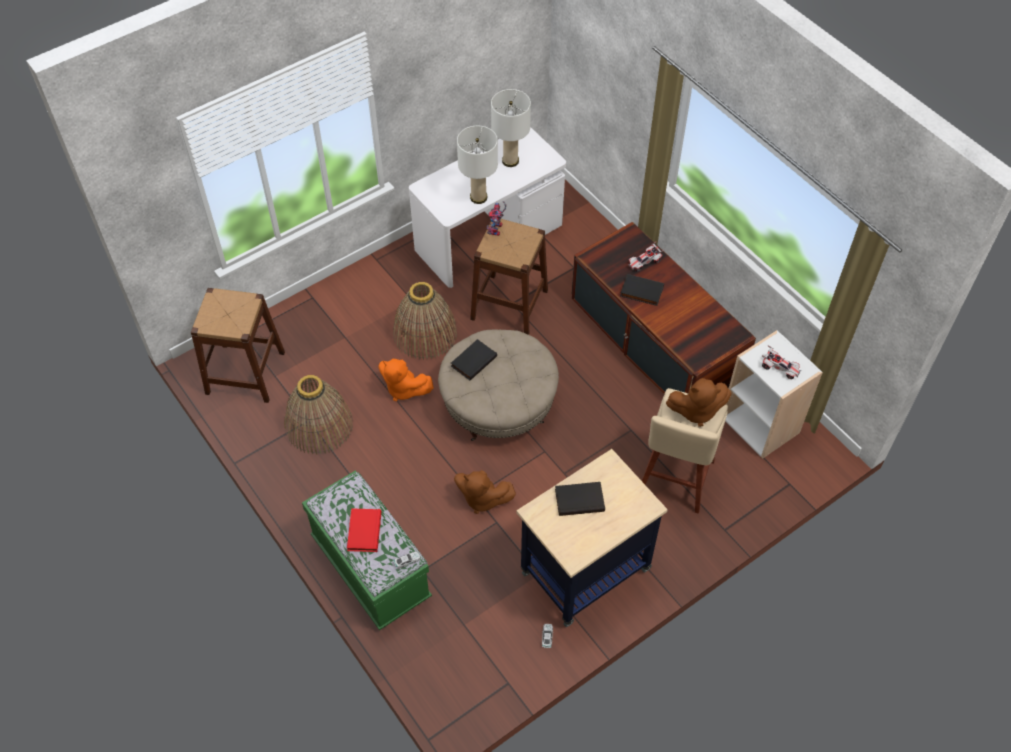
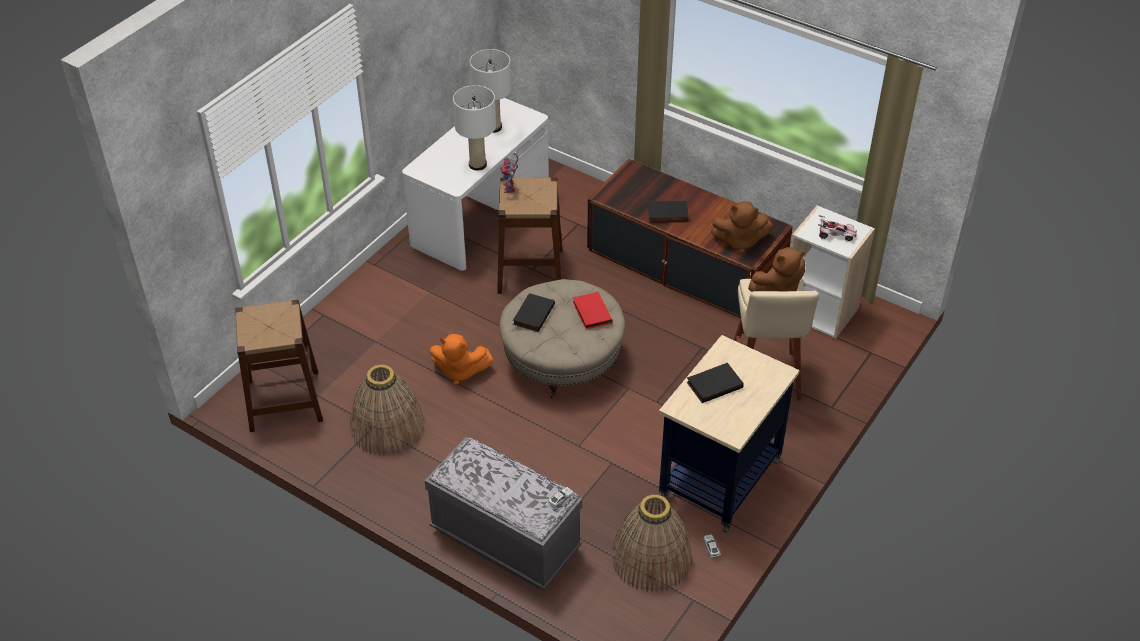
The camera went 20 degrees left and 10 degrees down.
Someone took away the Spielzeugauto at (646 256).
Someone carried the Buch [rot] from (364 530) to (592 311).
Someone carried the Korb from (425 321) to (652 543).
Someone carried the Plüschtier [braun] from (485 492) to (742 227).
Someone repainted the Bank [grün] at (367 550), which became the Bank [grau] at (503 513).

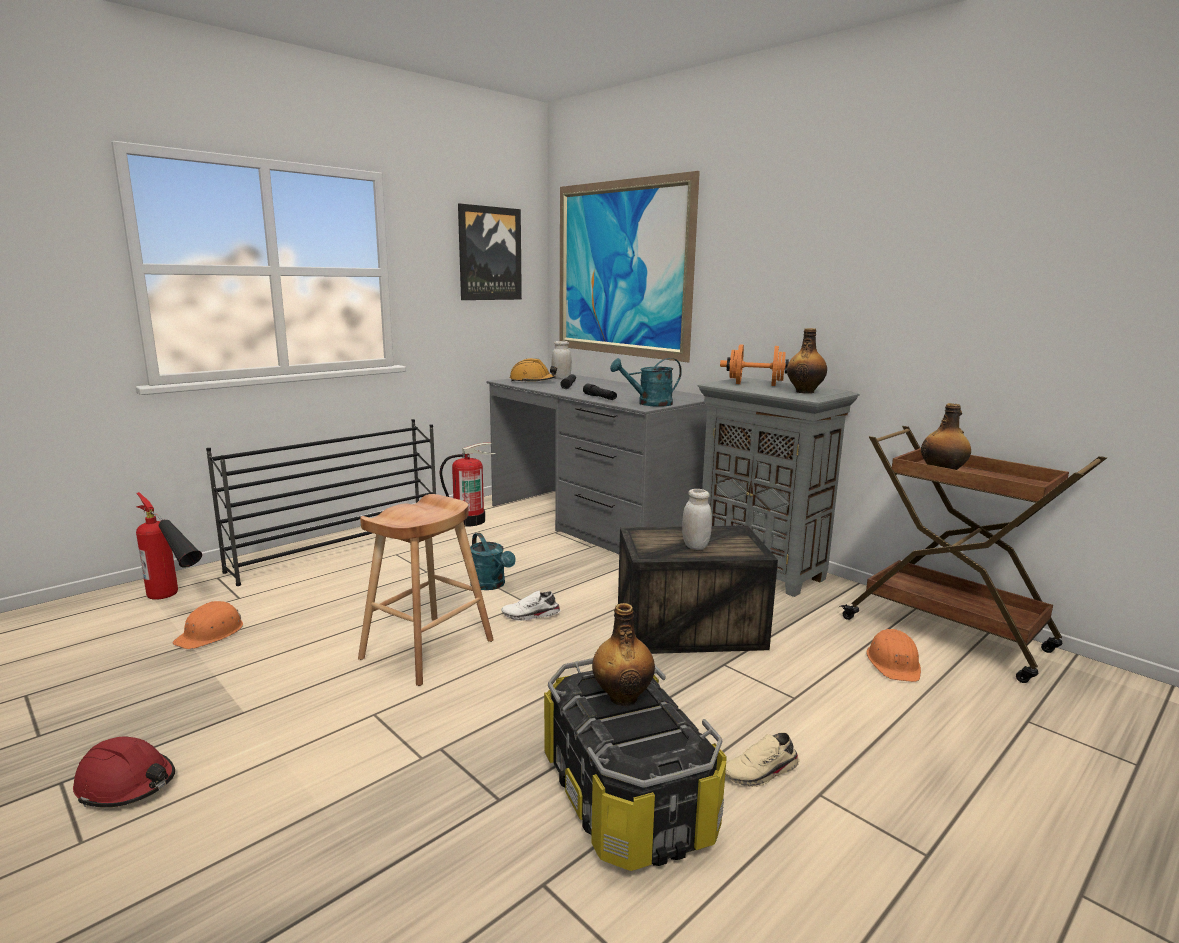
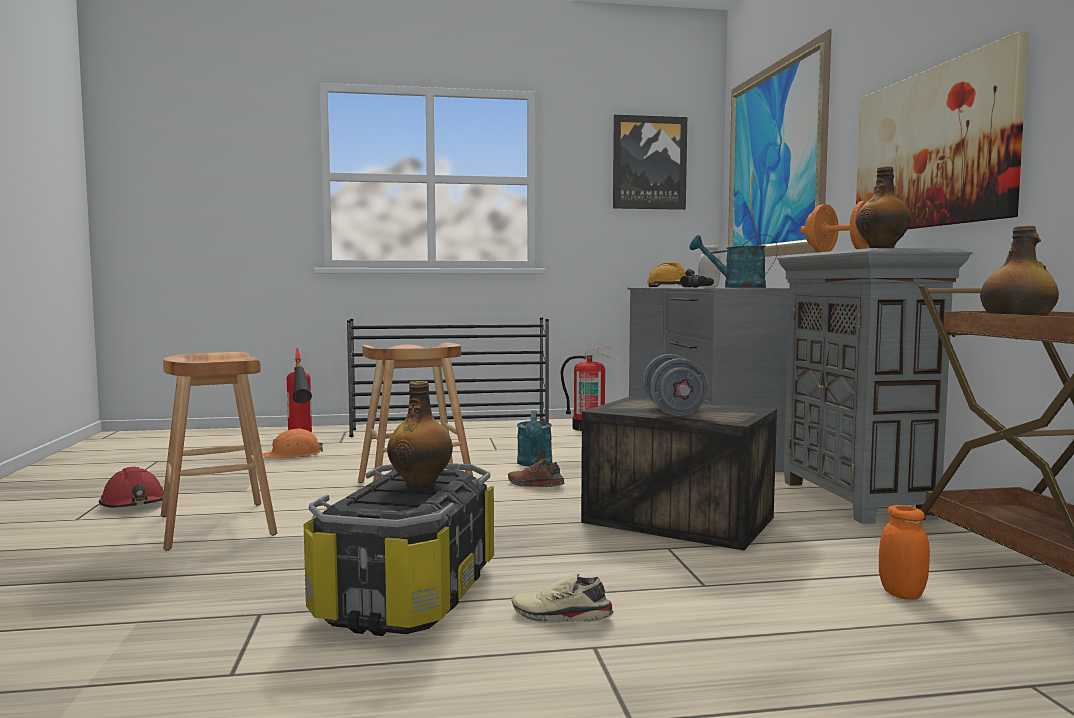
The camera went 35 degrees right and 10 degrees down.
Someone put down the Hocker [braun] at (219 451).
Someone put up the Bild at (942 130).
Someone swapped the Vorratsglas [weiß] at (697 519) for the Hantel [grau] at (675 385).
Someone swapped the Schutzhelm [orange] at (893 655) for the Vorratsglas [orange] at (904 552).
Someone repainted the Schuh [weiß] at (531 606), which became the Schuh [braun] at (536 473).

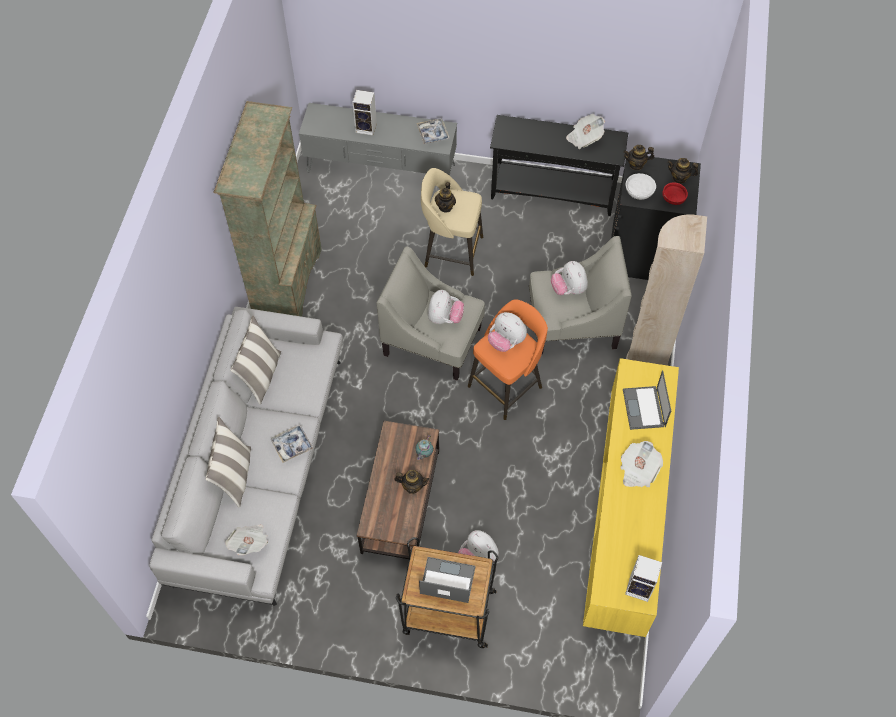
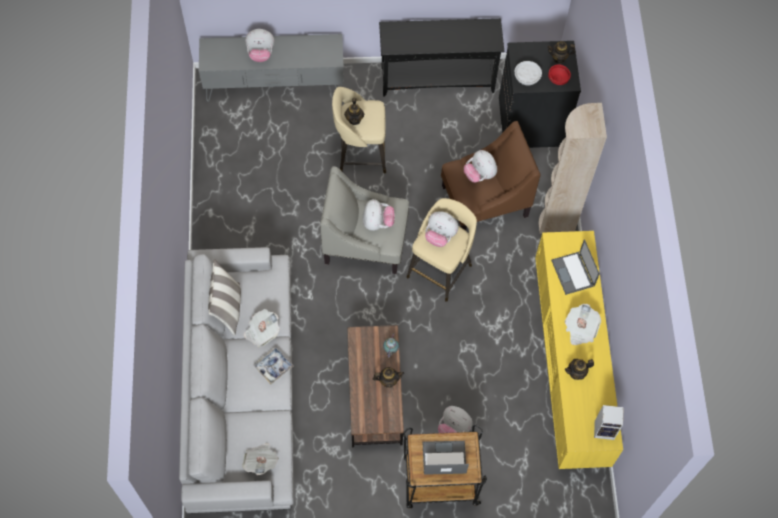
The camera went 15 degrees left and 5 degrees up.
Someone took away the Kissen at (228 462).
Someone took away the Bücherregal [grün] at (267 209).
Someone took away the Tablett at (433 131).
Someone carried the Zeitung from (585 131) to (261 328).
Someone carried the Teekanne from (638 158) to (579 369).
Someone swapped the Lautsprecher at (364 113) for the Plüschtier at (259 45).
Someone repainted the Hocker [orange] at (508 359), which became the Hocker [beige] at (442 250).
Someone repainted the Sessel [grau] at (580 295), which became the Sessel [braun] at (491 175).

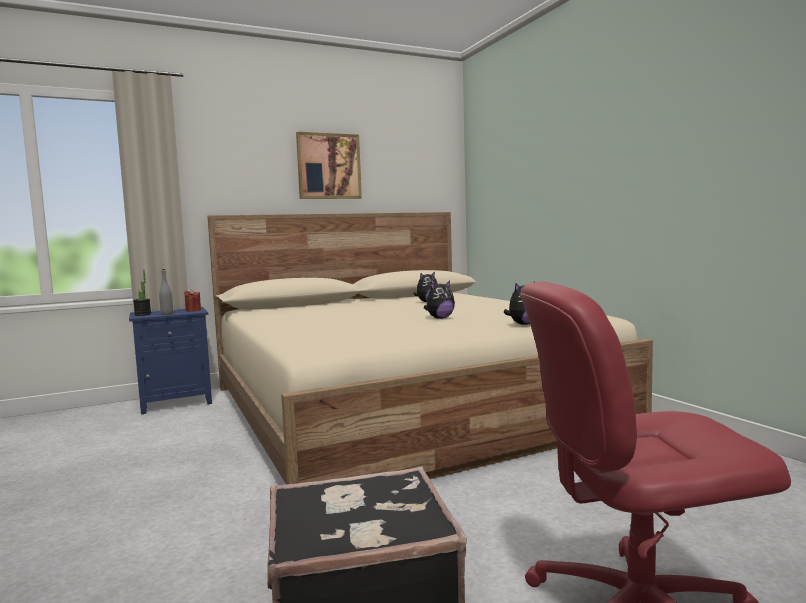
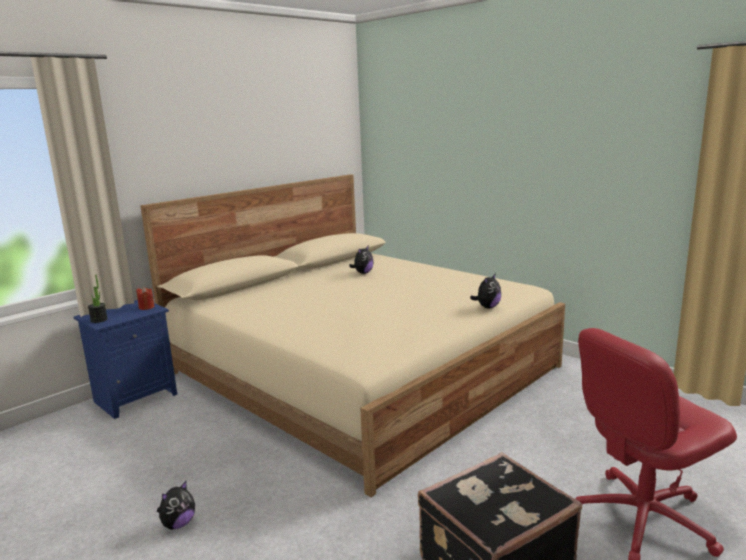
The camera went 20 degrees left and 10 degrees up.
Someone took away the Flasche [grau] at (166 292).
Someone took away the Bild at (329 165).
Someone carried the Plüschtier from (439 299) to (176 505).

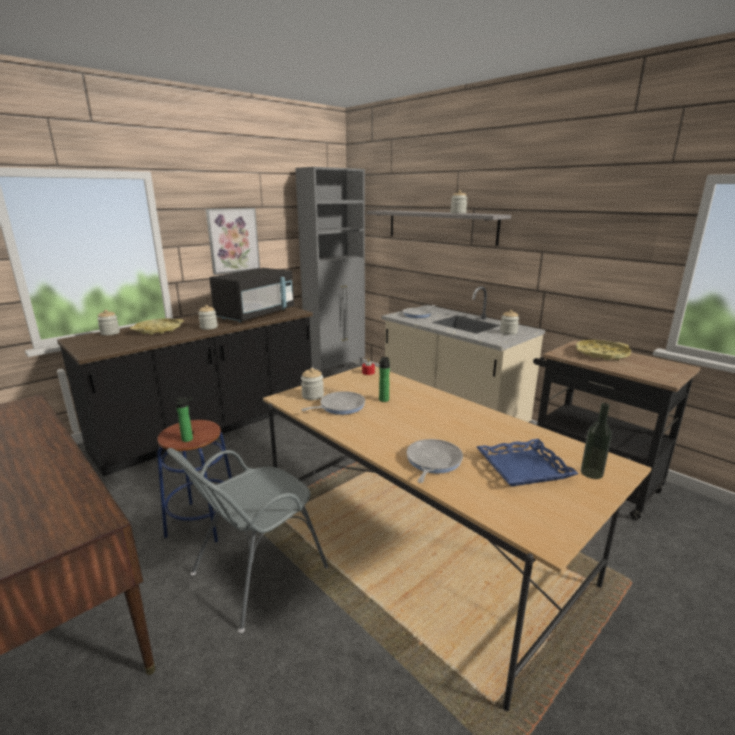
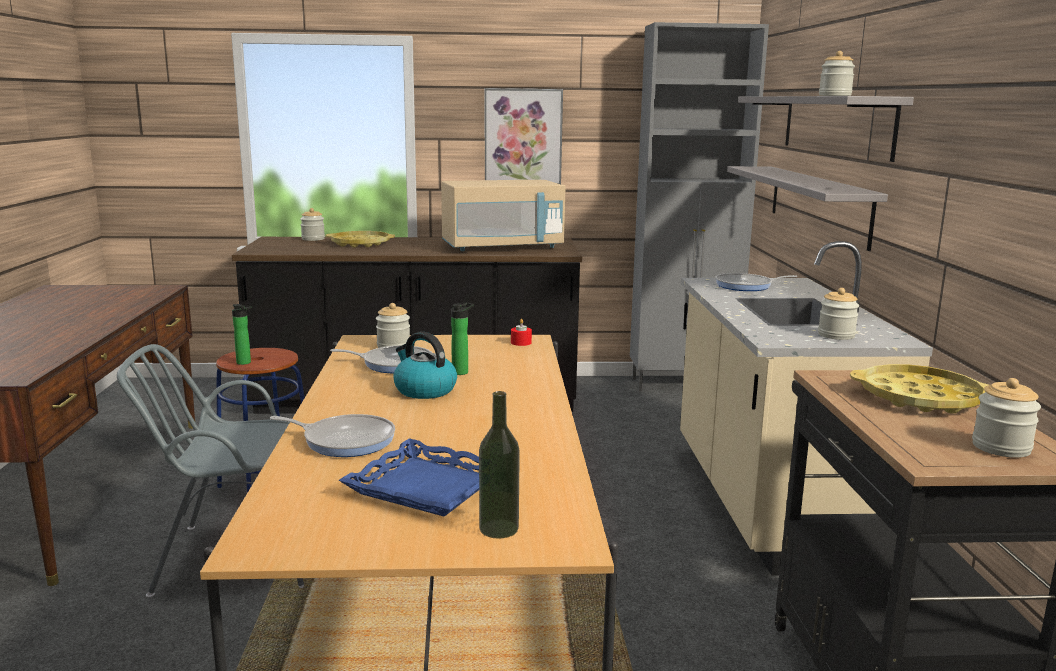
The camera went 40 degrees right and 5 degrees down.
Someone put down the Wasserkessel at (425 365).
Someone put up the Wandregal [grau] at (807 208).
Someone carried the Vorratsglas from (208 317) to (1006 418).
Someone repainted the Mikrowelle [schwarz] at (251 295), which became the Mikrowelle [beige] at (503 215).
Someone rotated the Pfanne at (434 461) by 45 degrees clockwise.

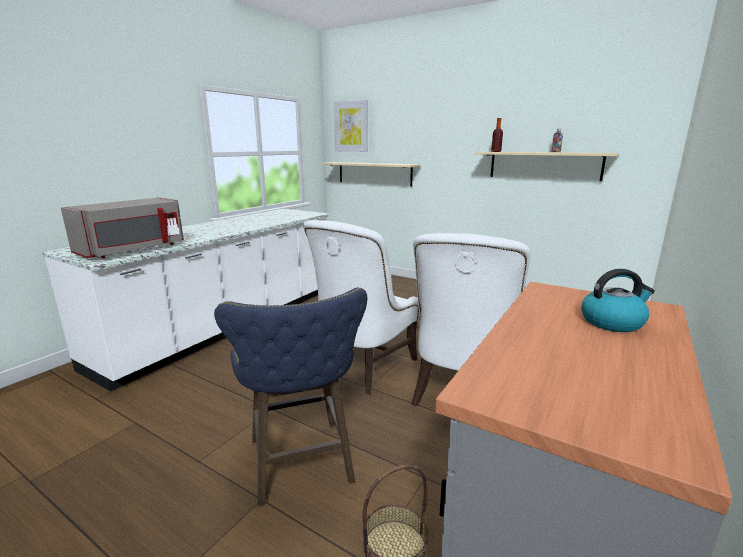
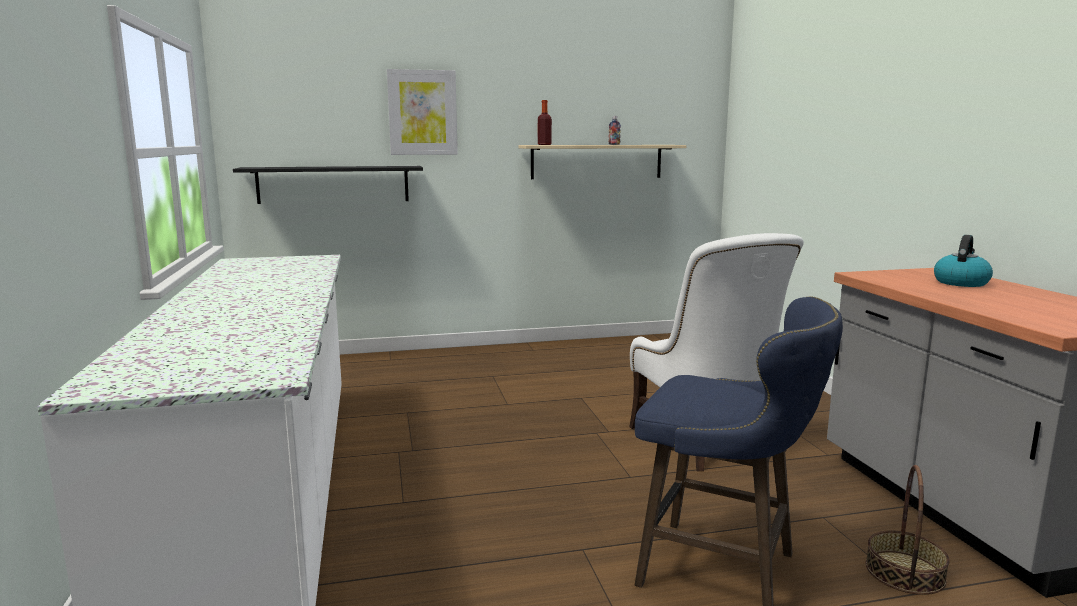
The camera went 45 degrees left and 5 degrees down.
Someone took away the Mikrowelle [grau] at (122 227).
Someone took away the Stuhl [weiß] at (361 307).
Someone carried the Bild from (351 126) to (422 112).
Someone repainted the Wandregal [beige] at (371 174), which became the Wandregal [schwarz] at (328 185).

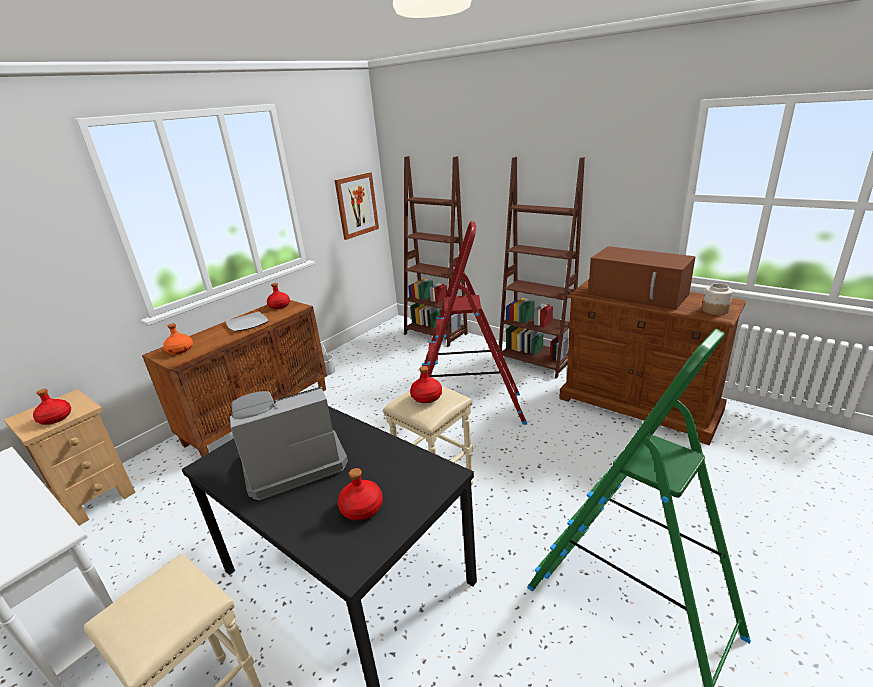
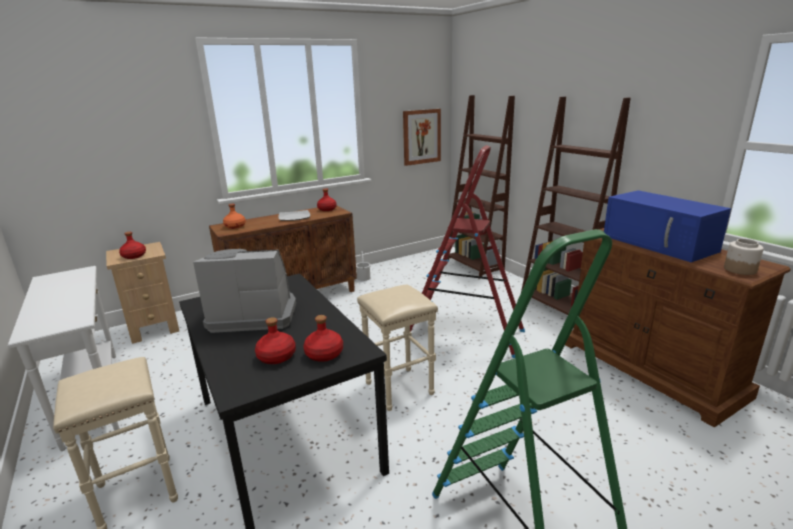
The camera went 20 degrees right and 5 degrees down.
Someone carried the Flasche [rot] from (426 384) to (323 338).
Someone repainted the Mikrowelle [braun] at (641 278), which became the Mikrowelle [blau] at (667 226).

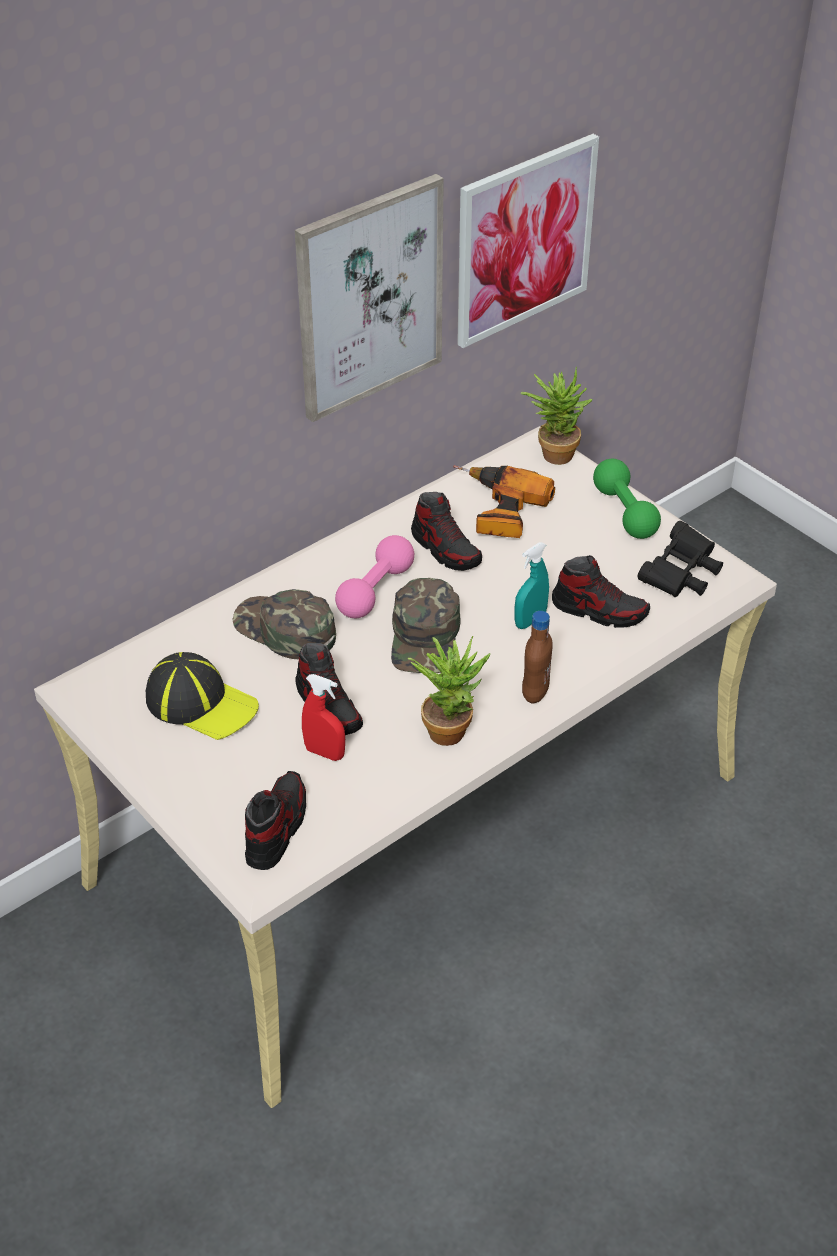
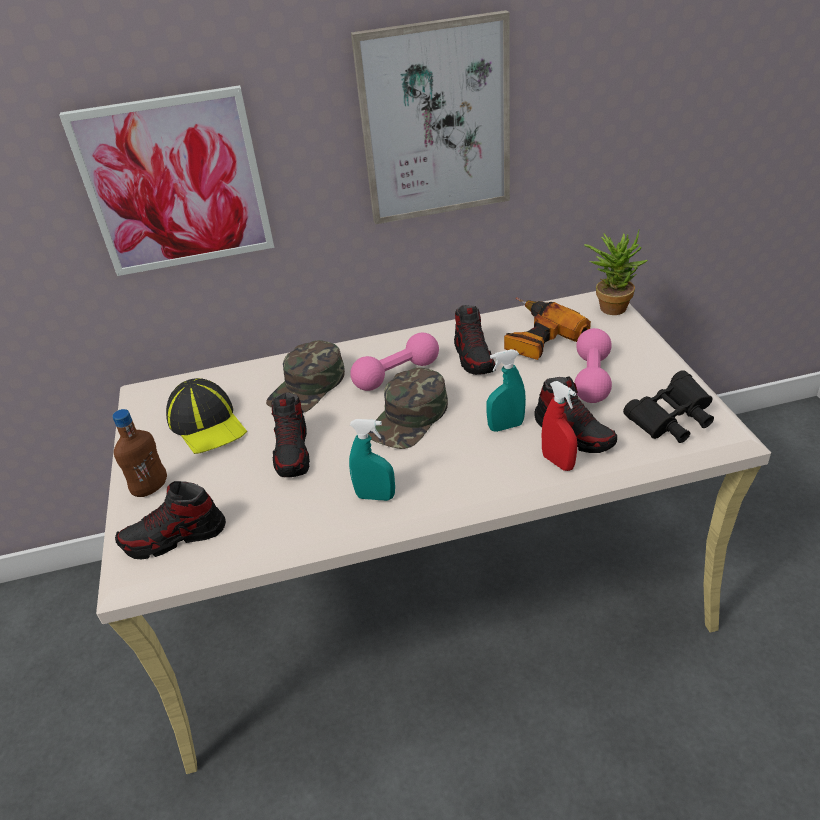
The camera went 30 degrees right and 5 degrees down.
Someone took away the Hantel [grün] at (627 499).
Someone put down the Hantel [rosa] at (593 365).
Someone carried the Sprühflasche [rot] from (323 717) to (559 426).
Someone carried the Bild from (528 241) to (166 180).
Someone carried the Flasche [braun] from (537 657) to (139 453).
Someone swapped the Topfpflanze at (449 691) for the Sprühflasche [türkis] at (372 460).
Someone rotated the Kappe [grün] at (284 624) by 120 degrees counterclockwise.
Someone rotated the Schuh at (275 820) by 150 degrees counterclockwise.

